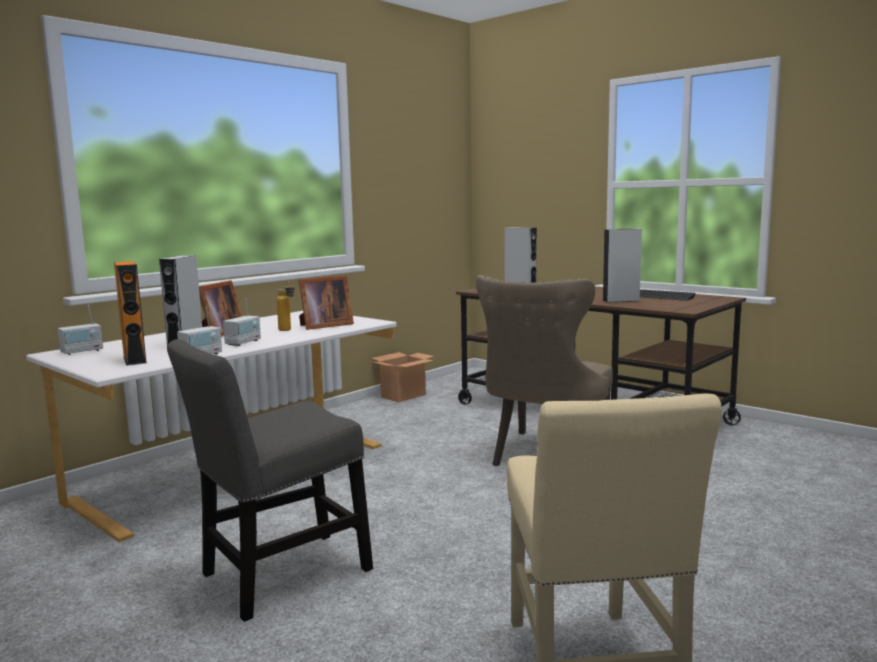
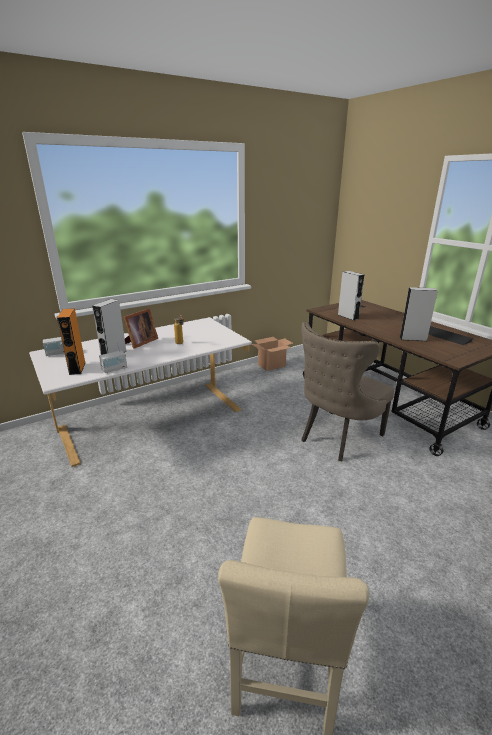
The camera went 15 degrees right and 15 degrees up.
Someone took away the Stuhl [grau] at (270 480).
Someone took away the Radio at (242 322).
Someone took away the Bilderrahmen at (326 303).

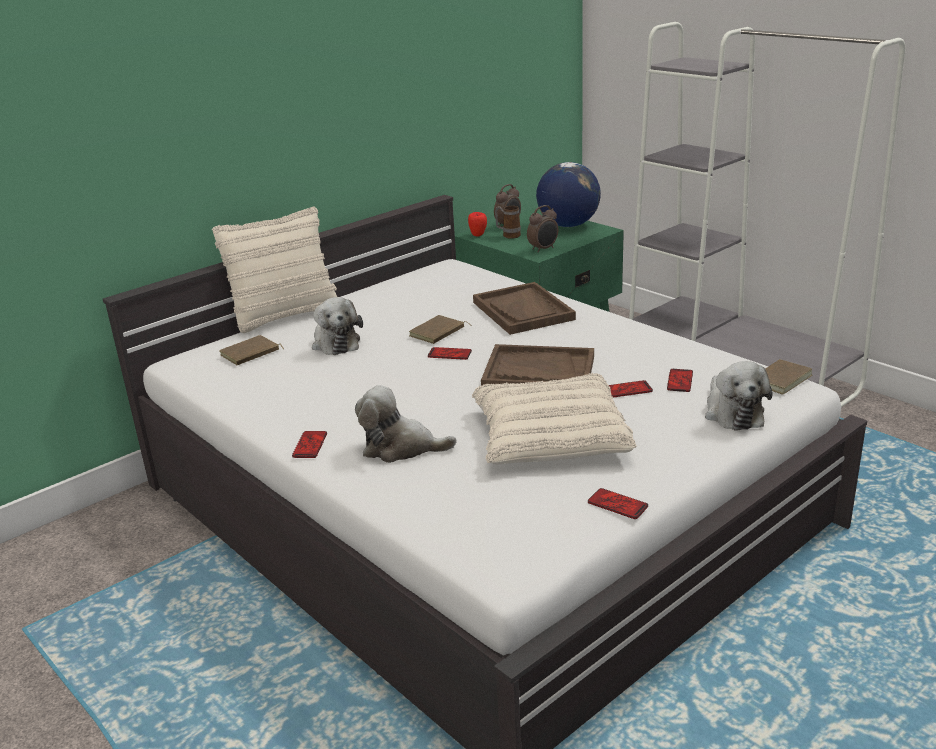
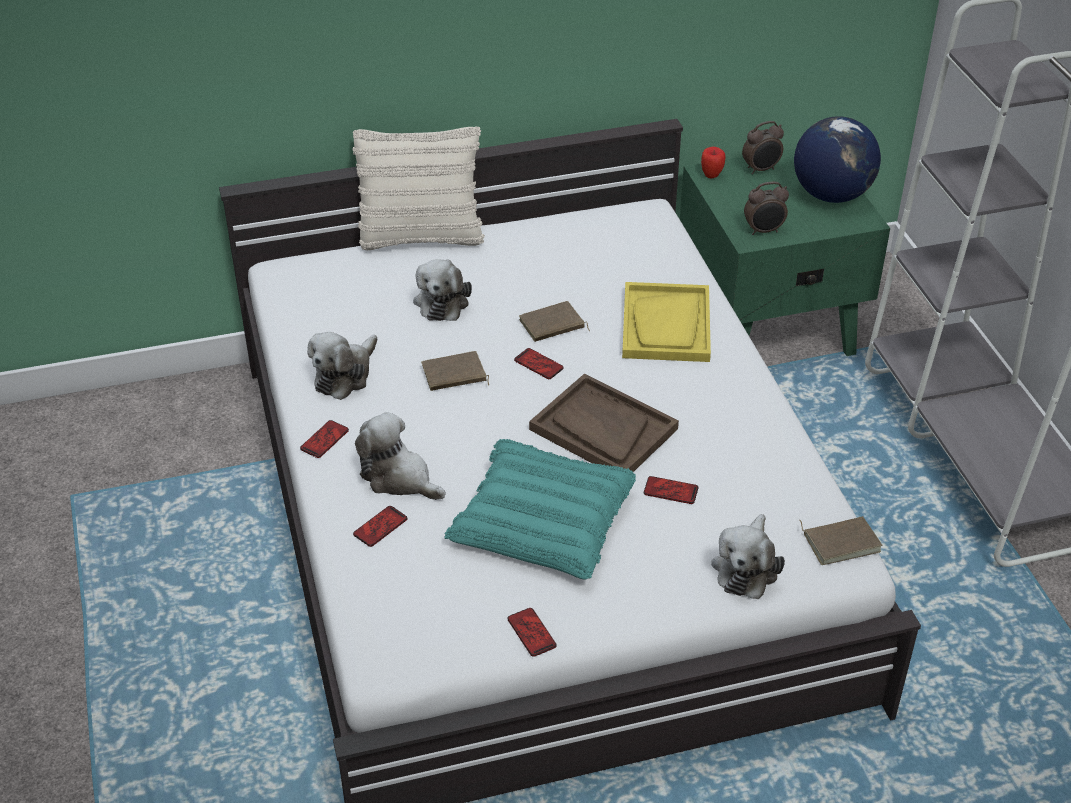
The camera went 25 degrees right and 15 degrees up.
Someone took away the Henkelbecher at (508 222).
Someone put down the Plüschtier at (342 366).
Someone carried the Buch [braun] from (251 350) to (455 371).
Someone carried the Handy from (680 380) to (380 526).
Someone repainted the Kissen [beige] at (554 418), which became the Kissen [türkis] at (540 509).
Someone repainted the Tablett [braun] at (524 308), which became the Tablett [gelb] at (666 322).

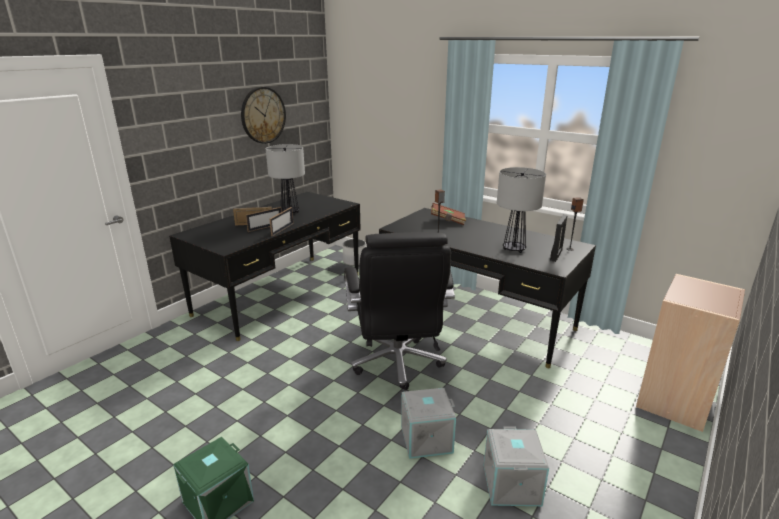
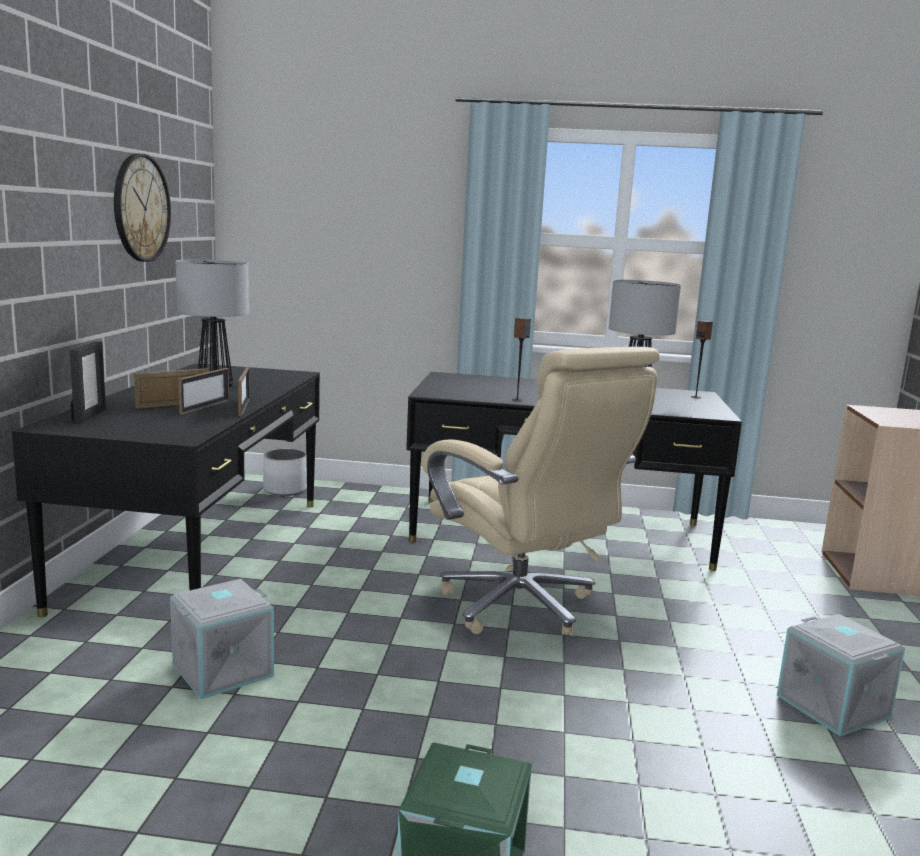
The camera went 30 degrees left and 10 degrees down.
Someone took away the Buch [braun] at (448 214).
Someone carried the Aufbewahrungsbox [grau] from (428 423) to (222 639).
Someone carried the Bilderrahmen from (559 238) to (88 382).
Someone repainted the Bürostuhl [schwarz] at (399 311), which became the Bürostuhl [beige] at (541 491).

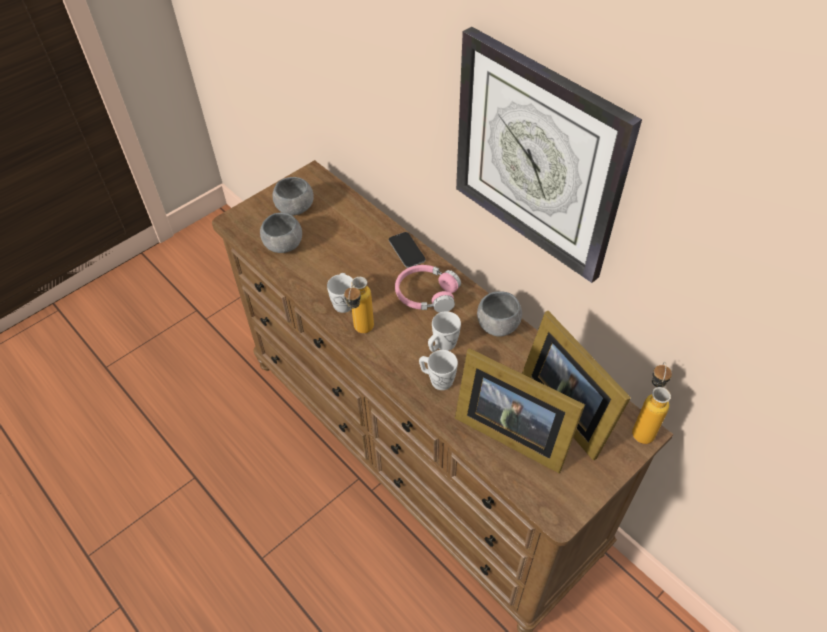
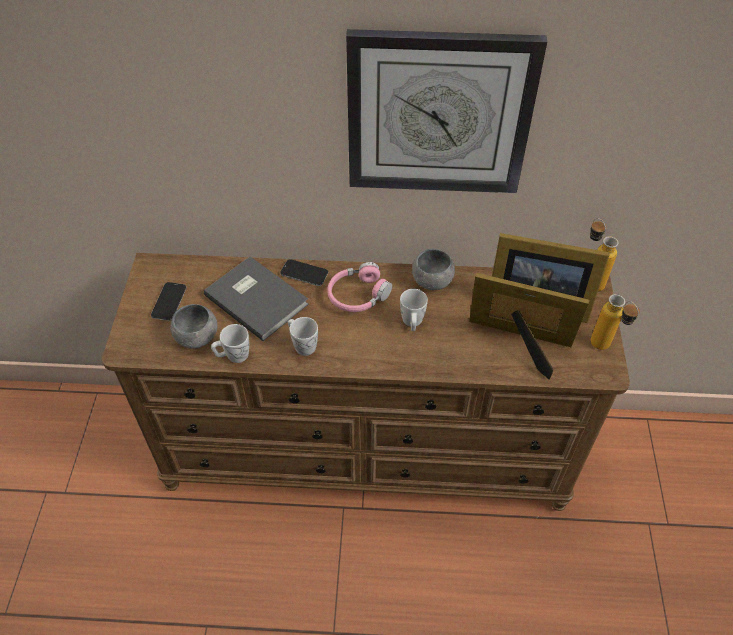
The camera went 45 degrees left and 0 degrees up.
Someone put down the Buch [grau] at (256 299).
Someone carried the Flasche from (359 305) to (615 322).
Someone carried the Henkelbecher [weiß] from (438 370) to (230 343).
Someone swapped the Schüssel [grau] at (293 196) for the Handy at (168 301).
Someone rotated the Bilderrahmen at (520 410) by 150 degrees counterclockwise.

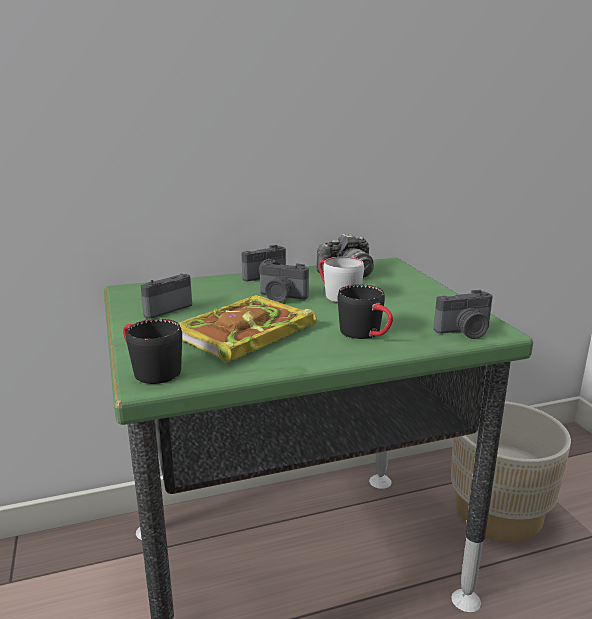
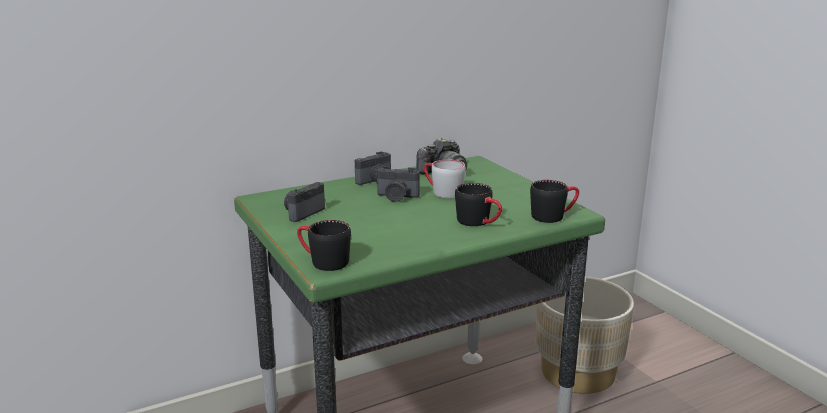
The camera went 10 degrees left and 0 degrees up.
Someone took away the Buch at (248 329).
Someone swapped the Kamera at (463 314) for the Henkelbecher [schwarz] at (554 201).

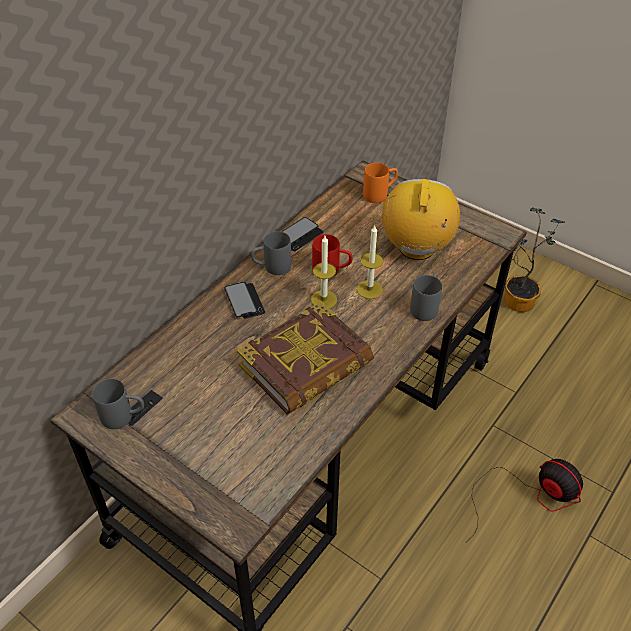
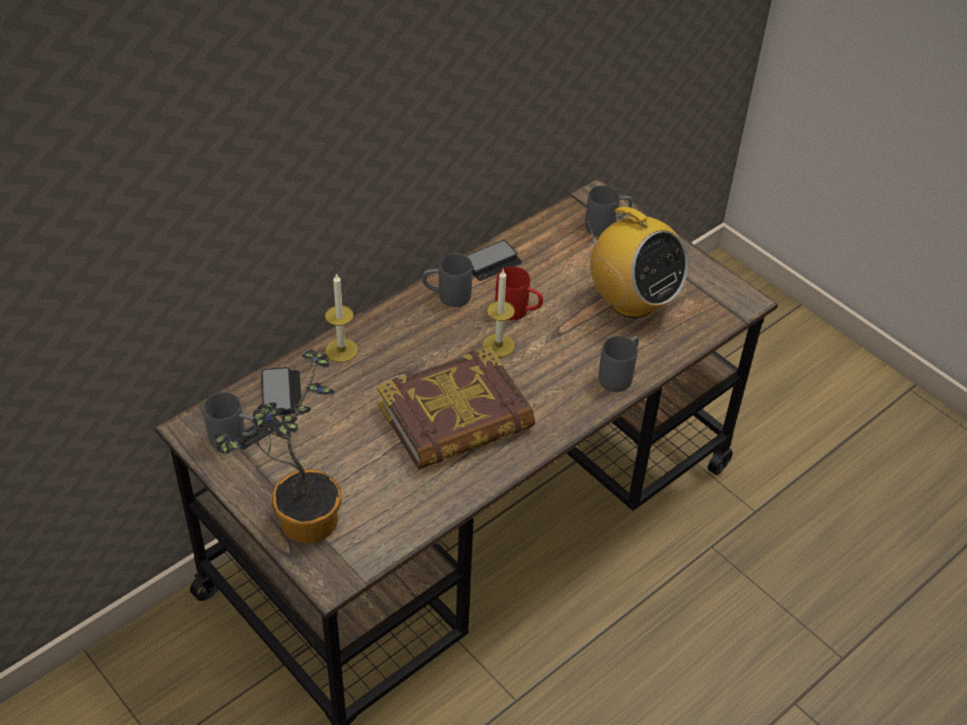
The camera went 10 degrees right and 0 degrees up.
Someone took away the Ventilator at (526 499).
Someone carried the Handy from (244 300) to (281 391).
Someone carried the Kerze from (370 262) to (341 317).
Someone carried the Topfpflanze from (534 260) to (278 446).
Someone repainted the Henkelbecher [orange] at (380 183), which became the Henkelbecher [grau] at (609 210).
Someone rotated the Radio at (421 219) by 120 degrees clockwise.

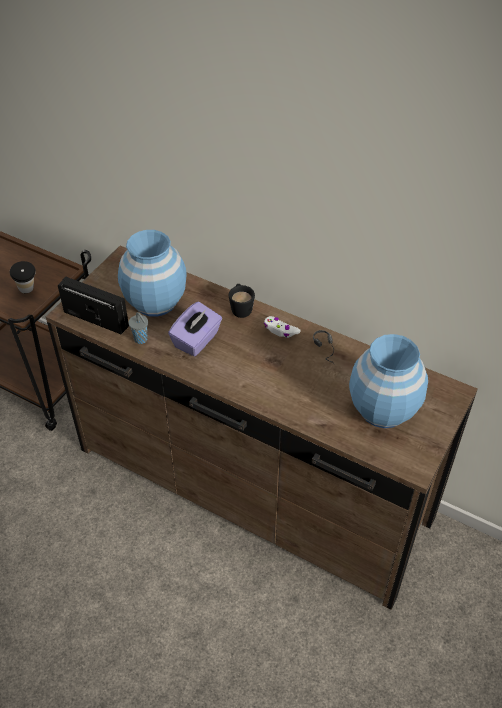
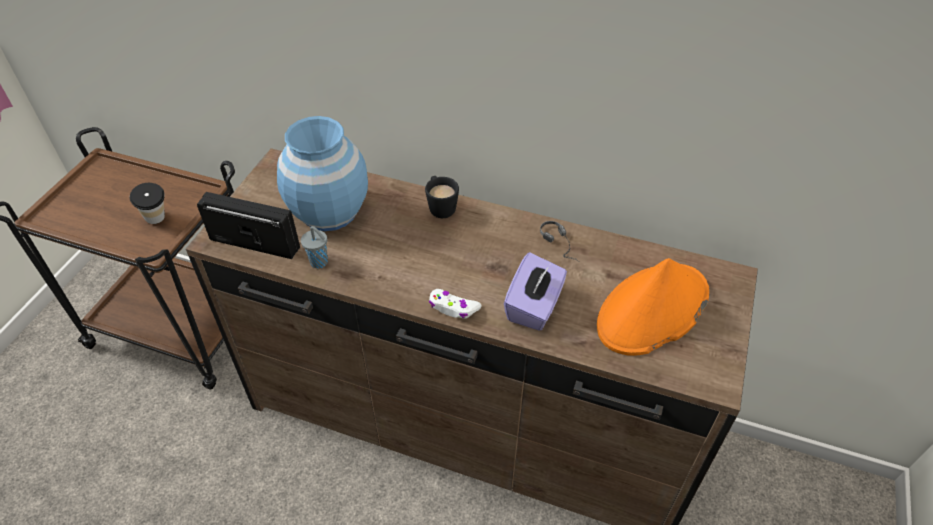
The camera went 10 degrees left and 0 degrees up.
Someone carried the Taschentuchbox [lila] from (195 329) to (535 291).
Someone carried the Gamepad [weiß] from (282 327) to (455 303).
Someone swapped the Vase [blau] at (388 381) for the Hut [orange] at (653 307).

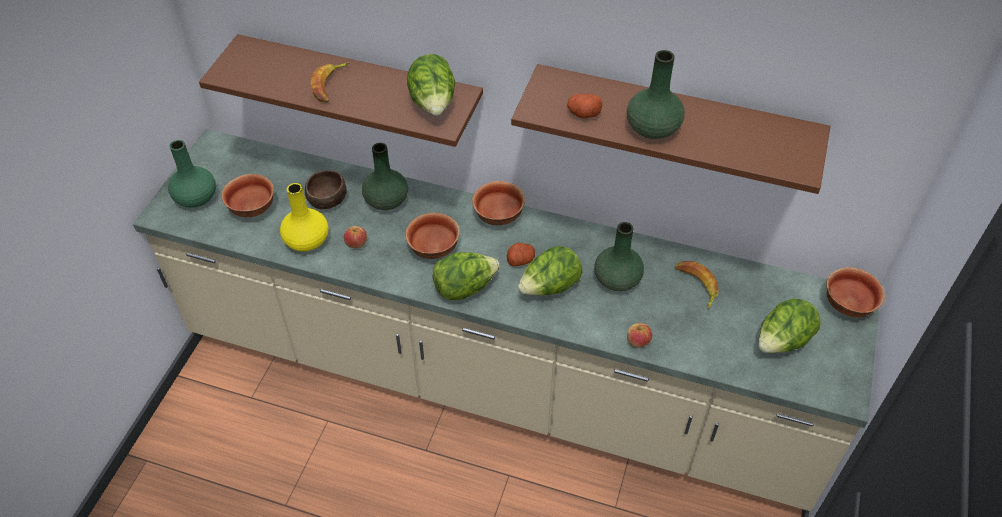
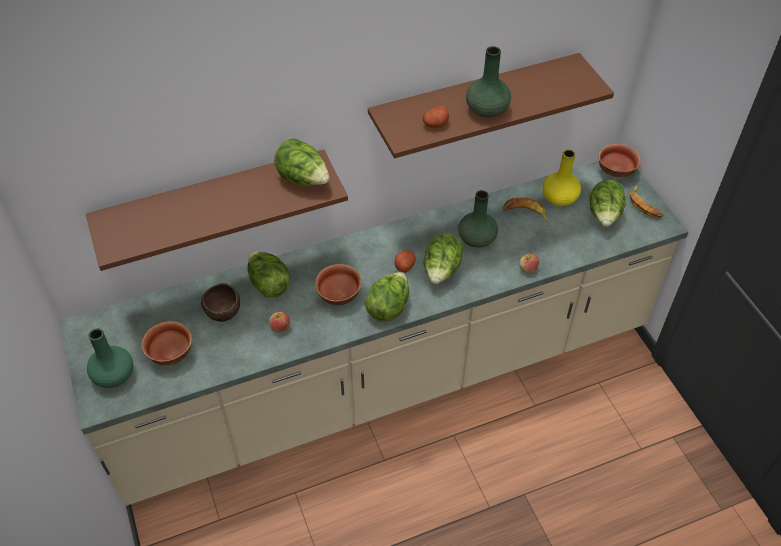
The camera went 40 degrees left and 0 degrees up.
Someone took away the Schüssel at (498 203).
Someone carried the Vase [gelb] from (304 217) to (561 178).
Someone carried the Banane from (330 82) to (647 201).
Someone swapped the Vase [grün] at (385 176) for the Salatkopf at (269 274).

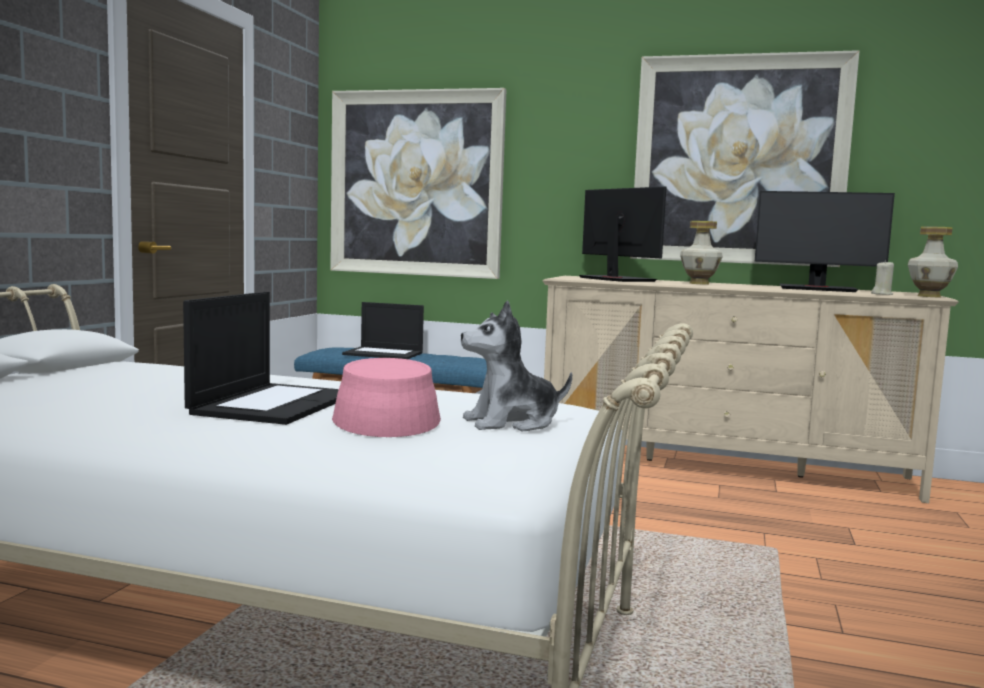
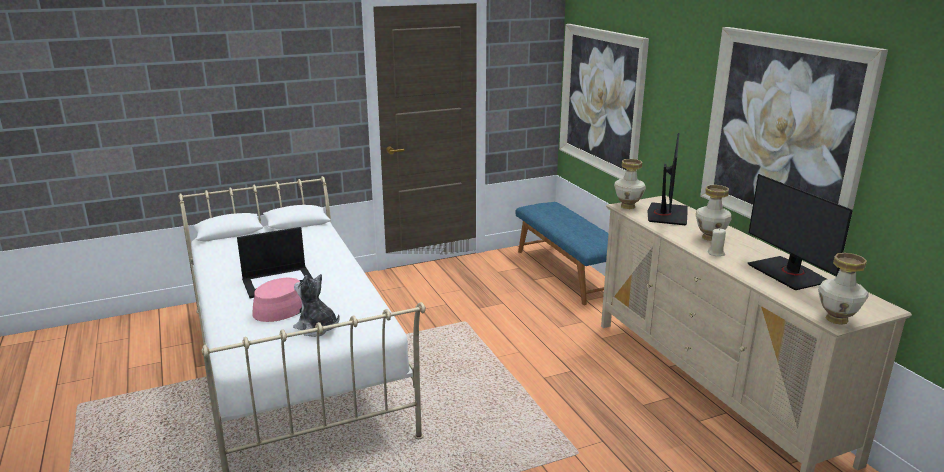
The camera went 50 degrees right and 15 degrees up.
Someone took away the Laptop at (383 330).
Someone put down the Vase at (630 184).
Someone carried the Kerze [beige] from (882 277) to (717 242).

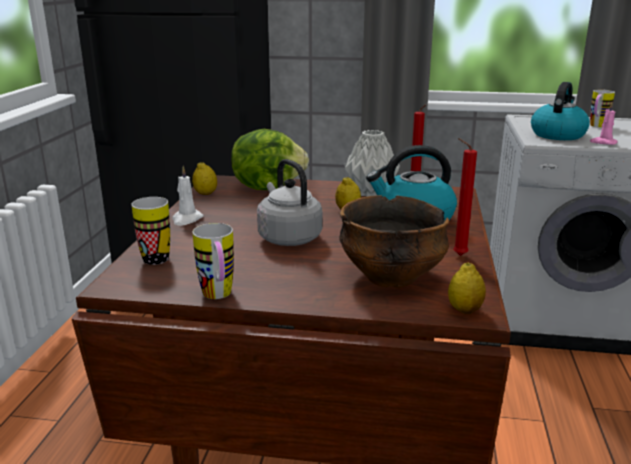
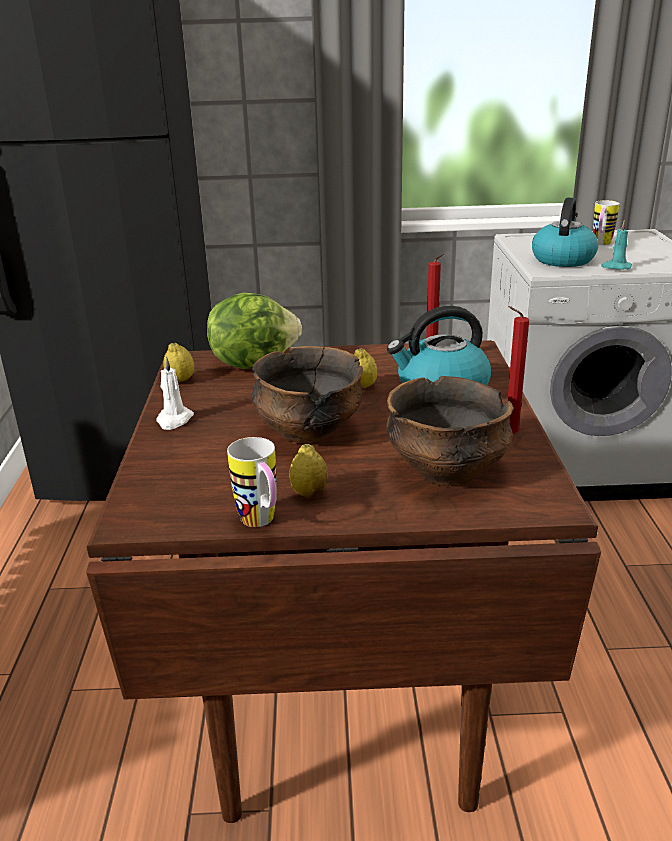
The camera went 10 degrees left and 5 degrees up.
Someone took away the Henkelbecher at (150 231).
Someone took away the Vase [grau] at (372 163).
Someone carried the Zitrone from (467 288) to (308 471).
Someone swapped the Wasserkessel [grau] at (290 202) for the Schüssel at (307 394).
Someone repainted the Kerze [rosa] at (604 123), which became the Kerze [türkis] at (616 244).

